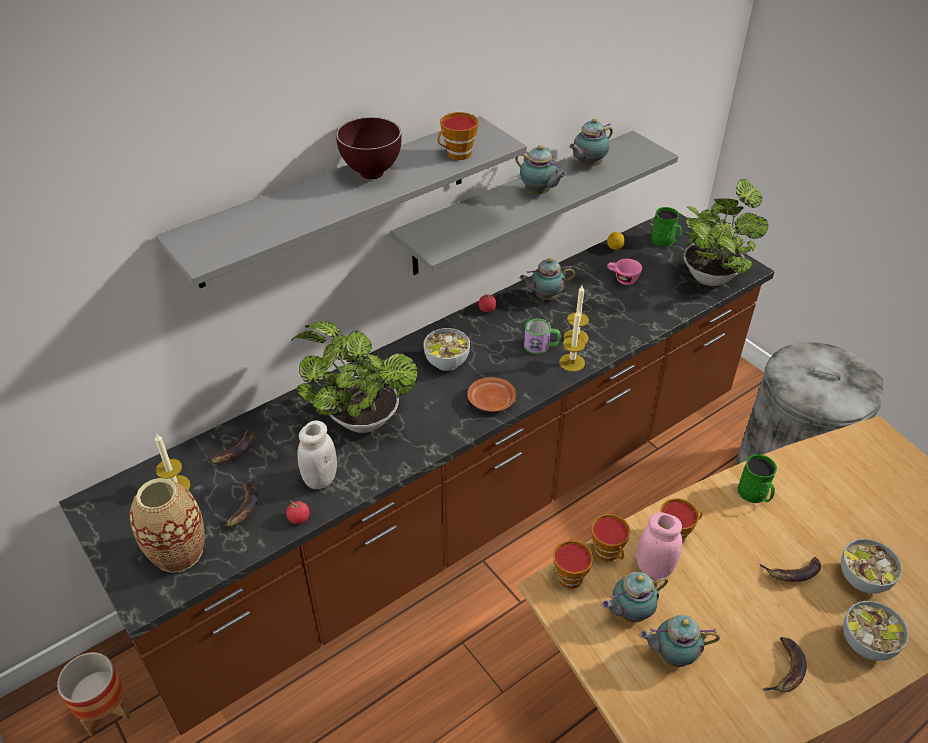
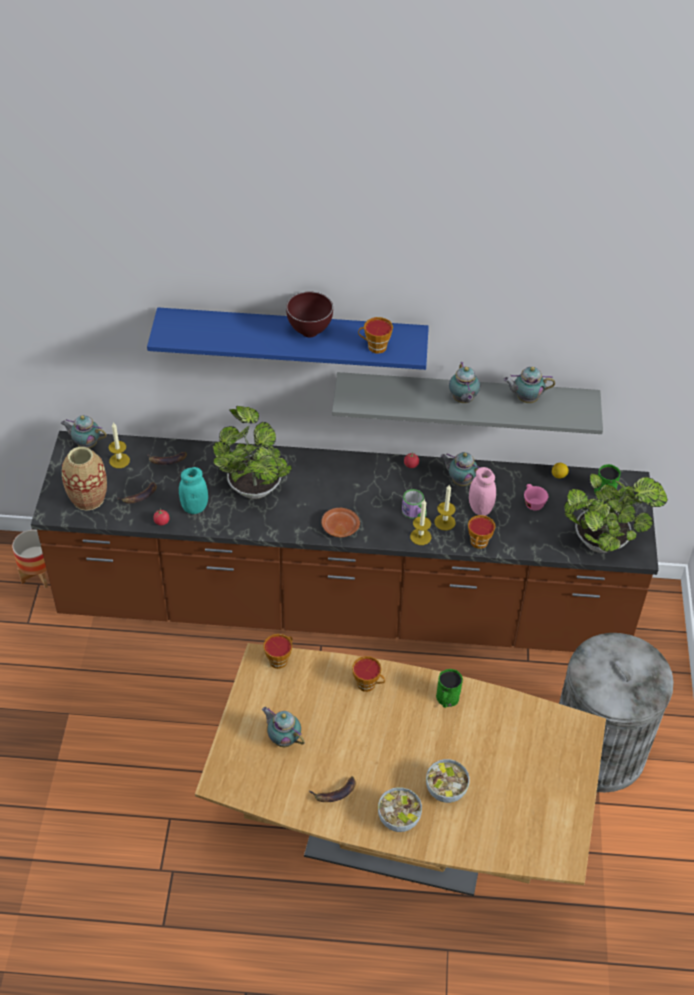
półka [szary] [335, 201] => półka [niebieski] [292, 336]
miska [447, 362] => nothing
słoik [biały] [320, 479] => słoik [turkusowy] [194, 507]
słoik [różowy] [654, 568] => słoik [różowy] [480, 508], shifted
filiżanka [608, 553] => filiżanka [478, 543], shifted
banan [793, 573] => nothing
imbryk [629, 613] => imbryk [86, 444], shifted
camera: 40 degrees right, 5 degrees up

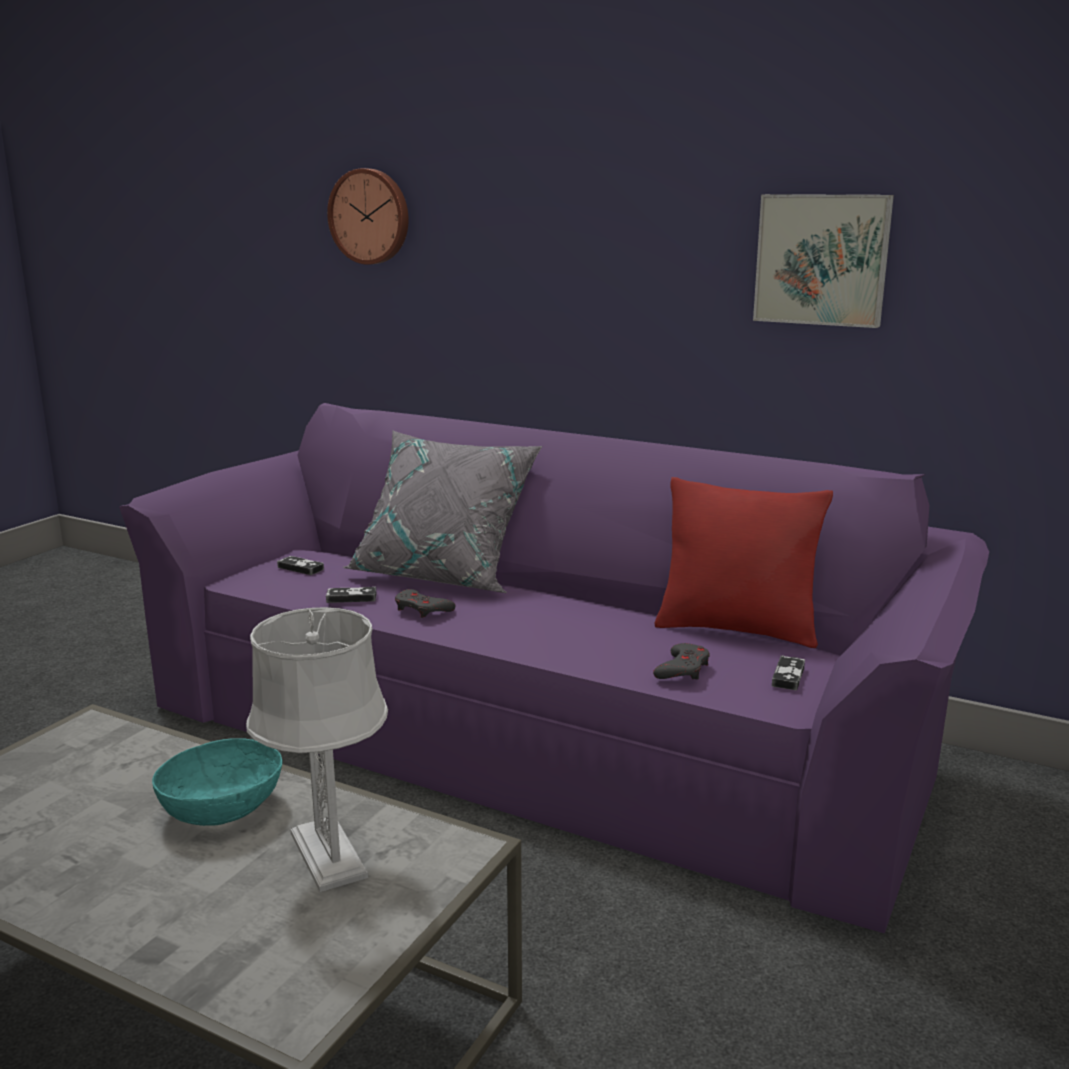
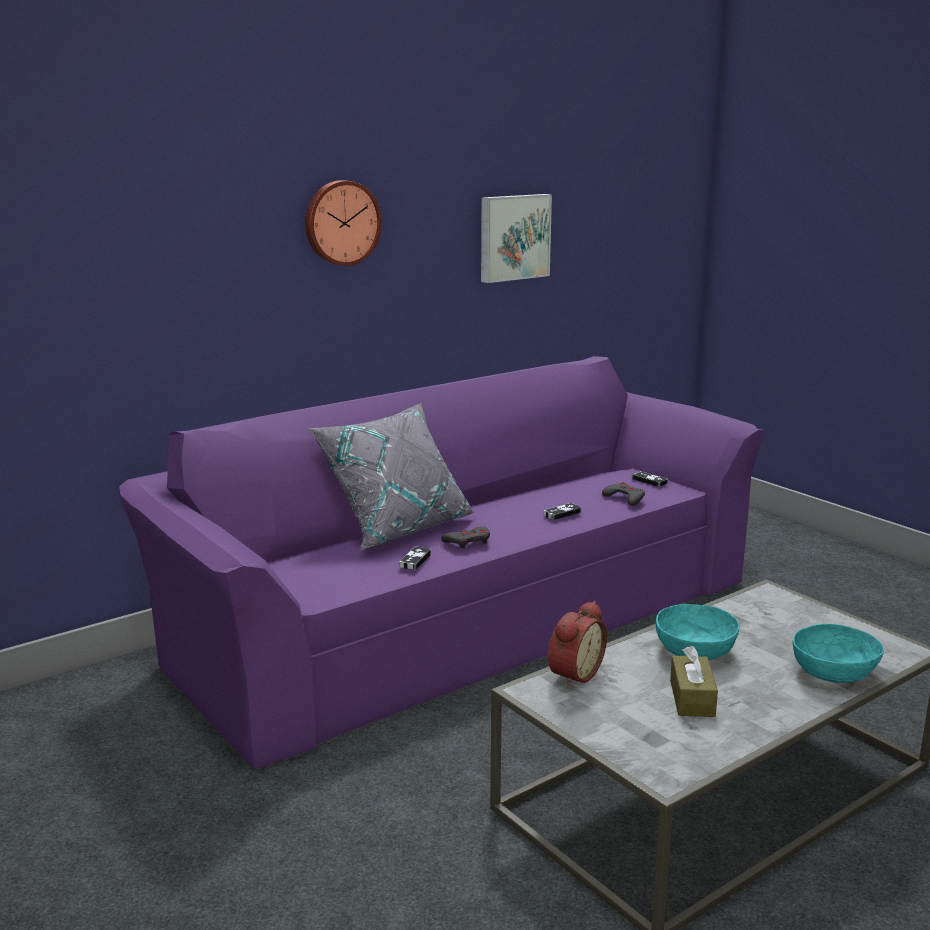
zegar ścienny [370, 216] => zegar ścienny [341, 223], shifted
poduszka [czerwony] [737, 629] => nothing
pad do gier [300, 568] => pad do gier [562, 514], shifted
lampa stołowa [szary] [327, 854] => nothing
nothing => budzik [572, 674]
nothing => miska [turkusowy] [834, 673]
nothing => pudełko chusteczek [brązowy] [692, 698]
camera: 65 degrees left, 0 degrees up

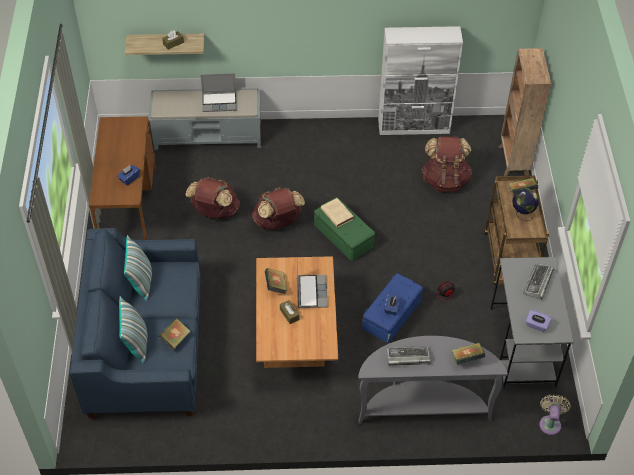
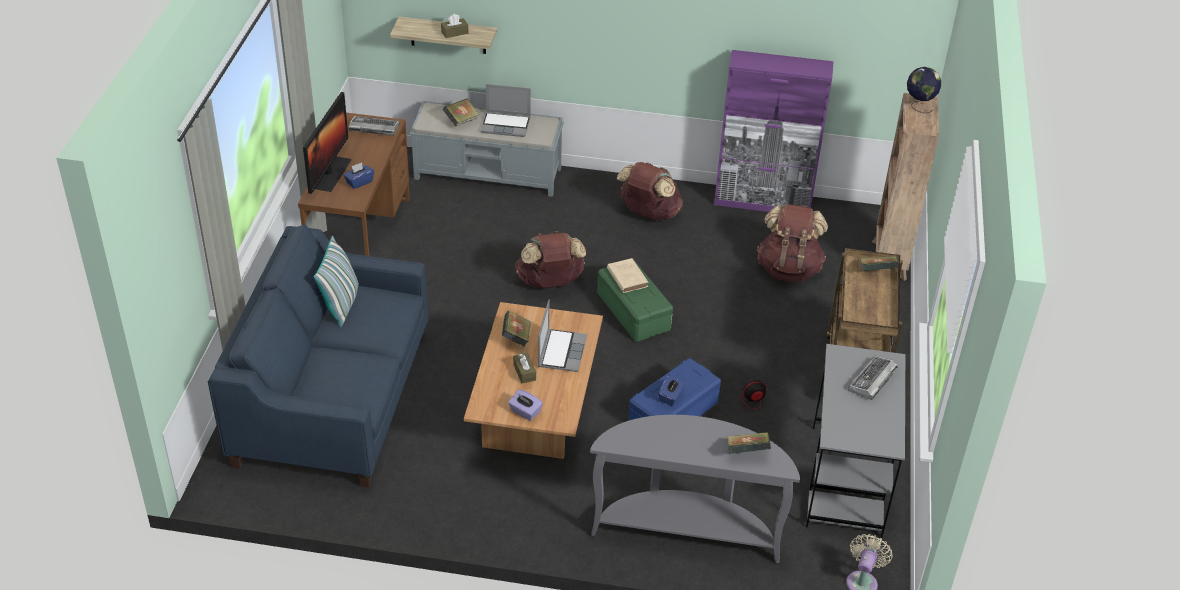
szafka [biały] [414, 126] => szafka [fioletowy] [763, 202]
plecak [brązowy] [215, 212] => plecak [brązowy] [649, 214], shifted
globus [522, 214] => globus [919, 105], shifted
poduszka [136, 343] => nothing
pudełko chusteczek [fioletowy] [536, 325] => pudełko chusteczek [fioletowy] [525, 412], shifted
książka [175, 339] => książka [461, 121], shifted
klawiatura [407, 357] => klawiatura [373, 129], shifted
nothing => monitor [329, 173]
camera: 10 degrees right, 10 degrees down

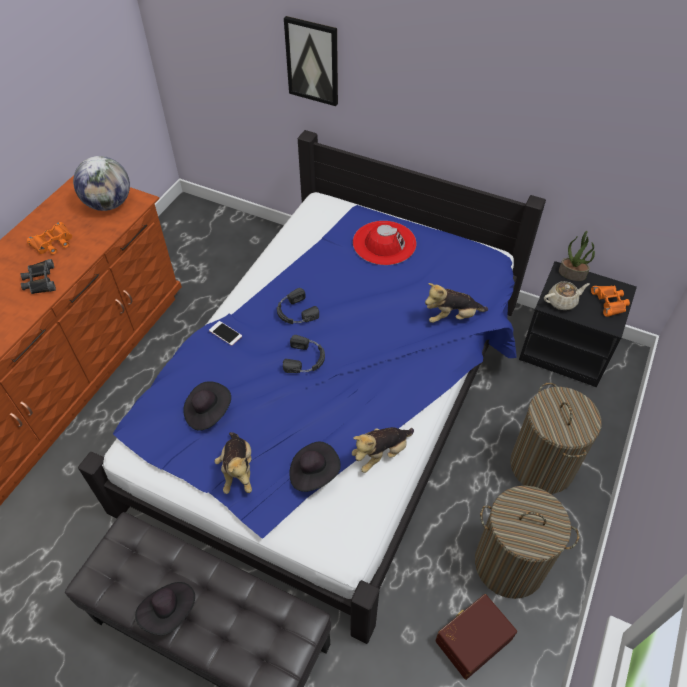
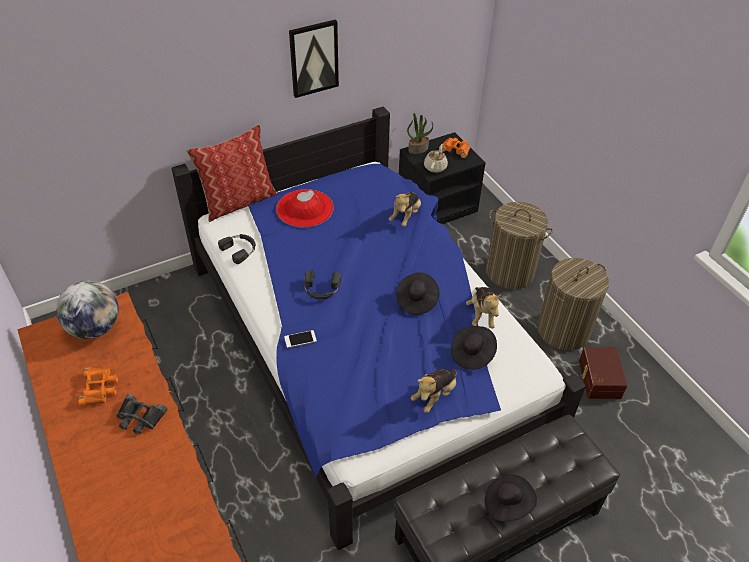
obraz [312, 61] => obraz [313, 58], shifted
słuchawki [czarny] [305, 359] => słuchawki [czarny] [240, 249], shifted
kapelusz [czarny] [208, 412] => kapelusz [czarny] [416, 300], shifted
pluszak [238, 470] => pluszak [435, 395], 105 degrees clockwise
nothing => poduszka [238, 201]
camera: 55 degrees left, 5 degrees down

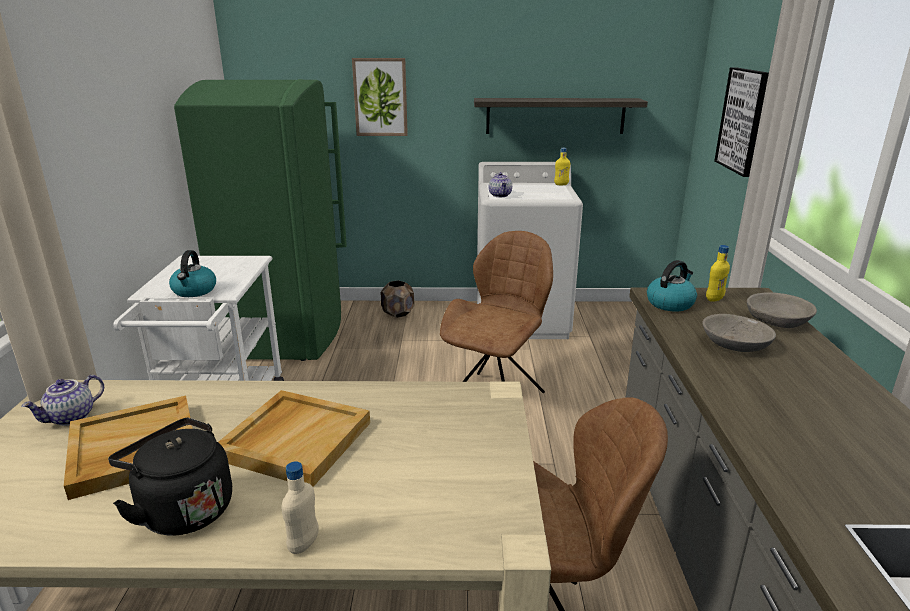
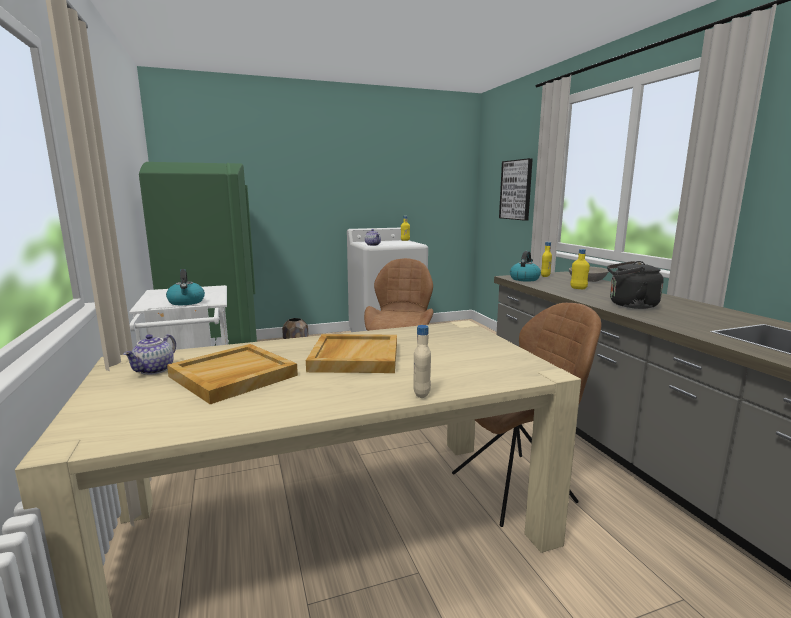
obraz [380, 97] => nothing
półka [555, 116] => nothing
miska [szary] [734, 345] => butelka [żółty] [578, 288]
czajnik [czarny] [183, 509] => czajnik [czarny] [629, 305], shifted
camera: 20 degrees left, 10 degrees down

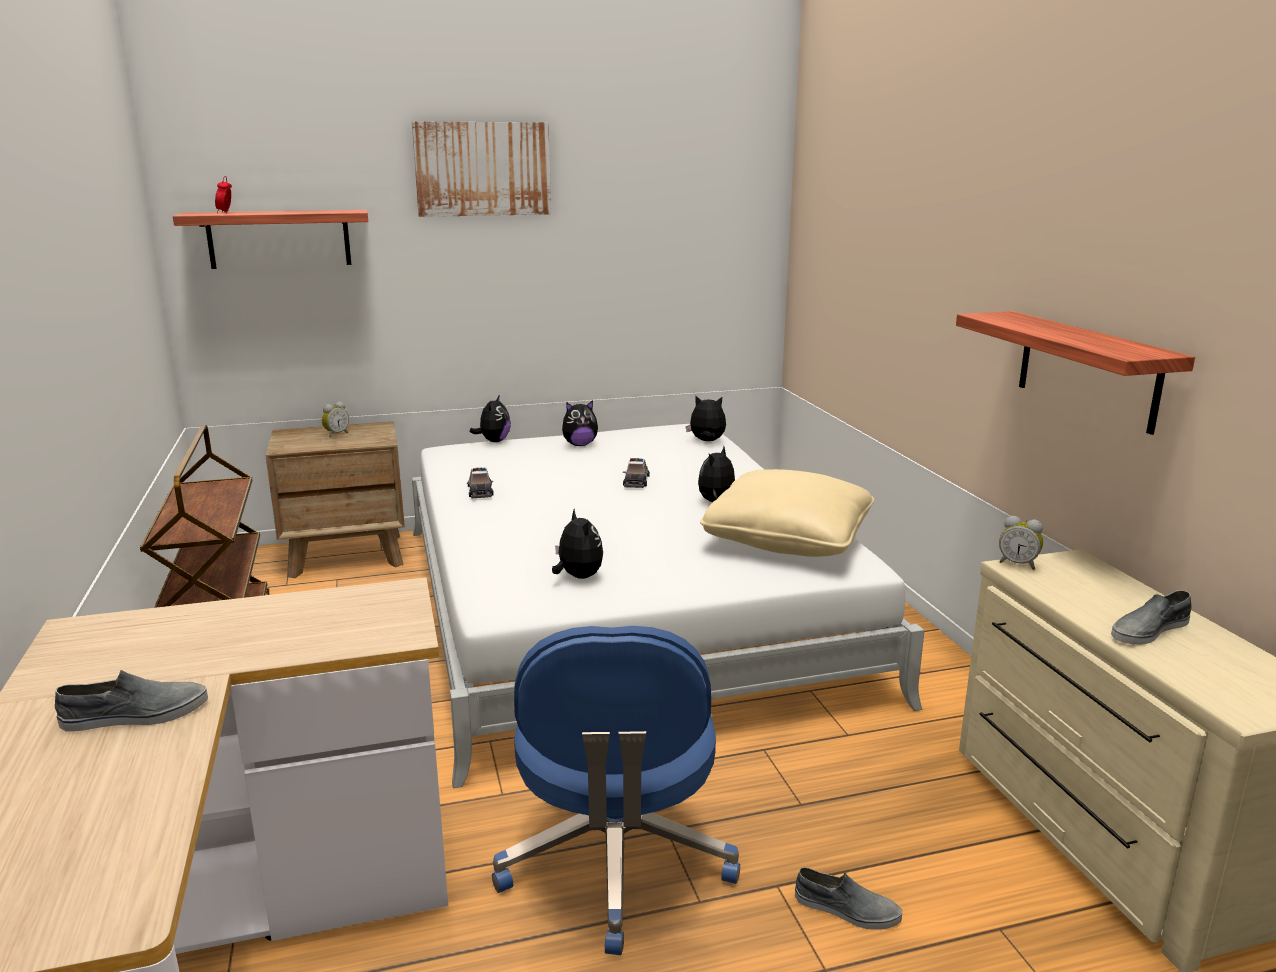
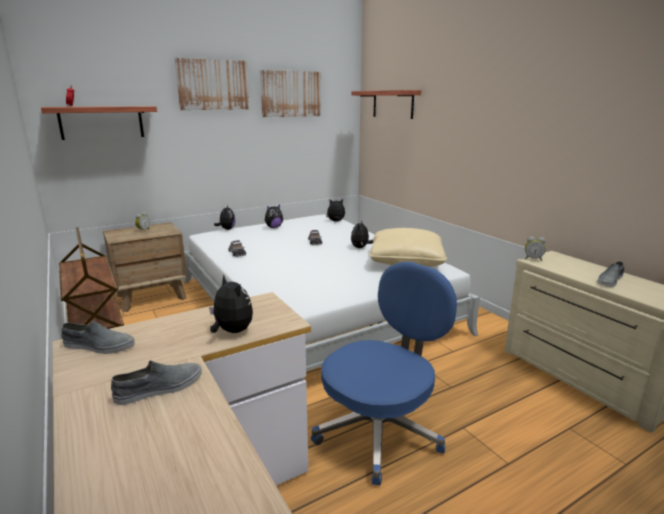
półka [1087, 370] => półka [393, 104], shifted
pluszak [577, 576] => pluszak [231, 331], shifted
krzesło biurowe [niebieski] [615, 862] => krzesło biurowe [niebieski] [380, 431], 120 degrees counterclockwise
but [szary] [846, 909] => but [szary] [98, 346], shifted
nothing => obraz [291, 94]
camera: 15 degrees left, 0 degrees up

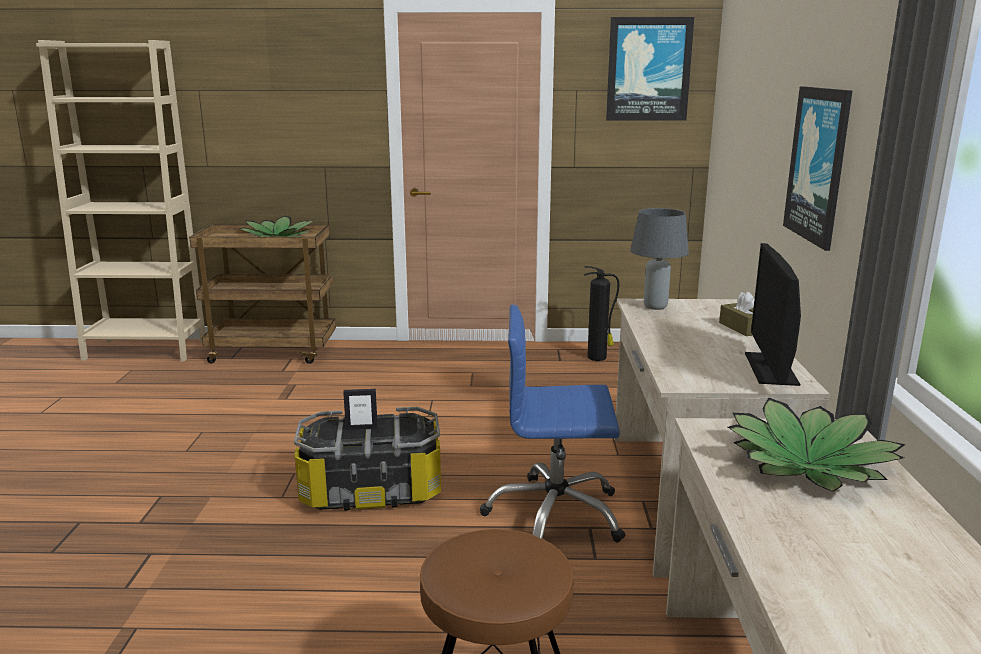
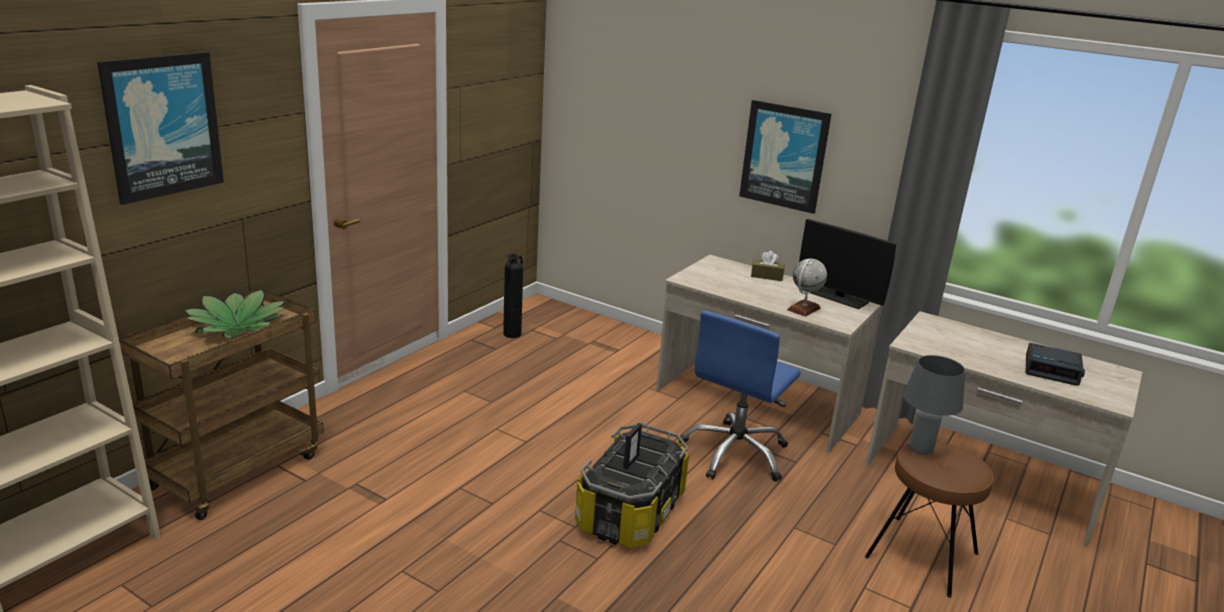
obraz [648, 69] => obraz [162, 126], shifted
lampa stołowa [szary] [654, 307] => lampa stołowa [szary] [920, 450], shifted
roślina doniczkowa [808, 464] => nothing
nothing => globus [804, 309]
nothing => budzik [1052, 370]
camera: 60 degrees left, 5 degrees up

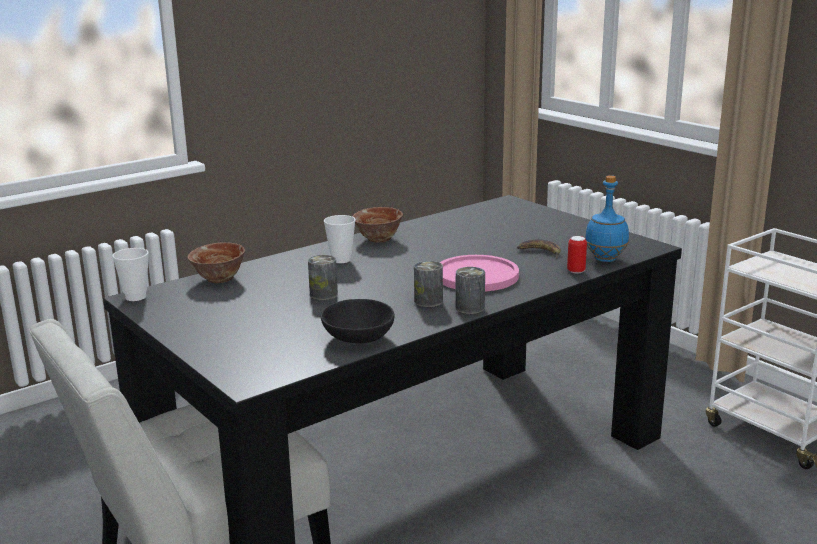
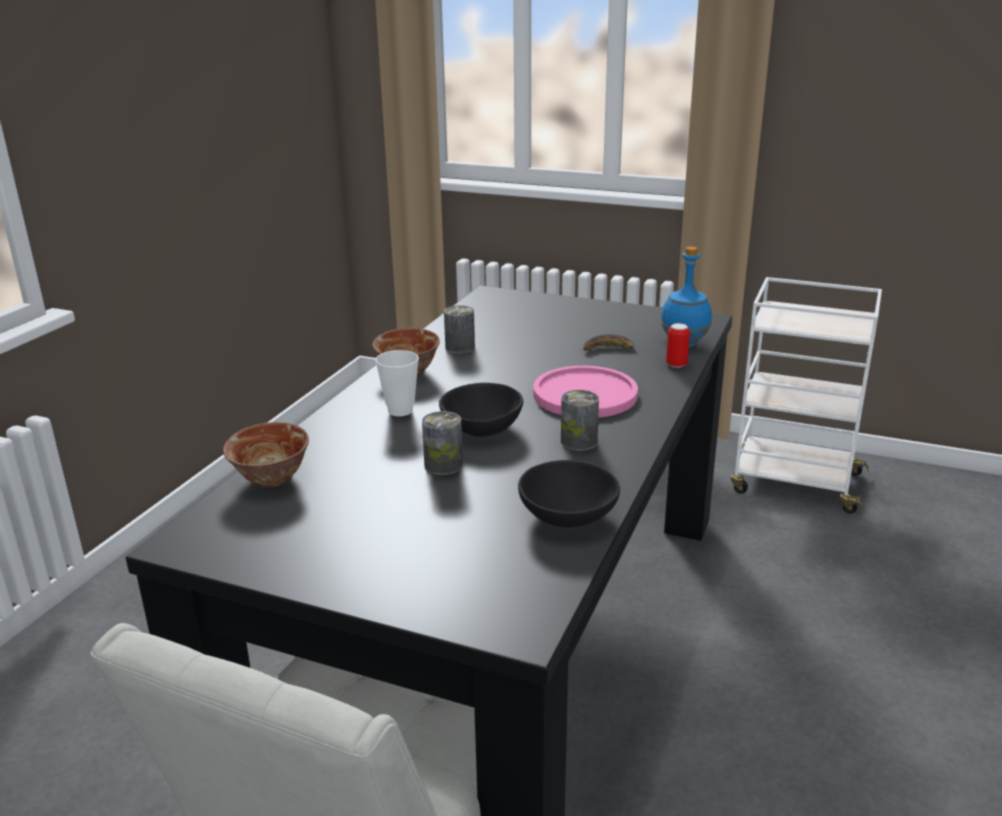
filiżanka [136, 297] => nothing
puszka [470, 308] => puszka [460, 347], shifted
nothing => miska [czarny] [481, 427]
camera: 30 degrees left, 5 degrees up

